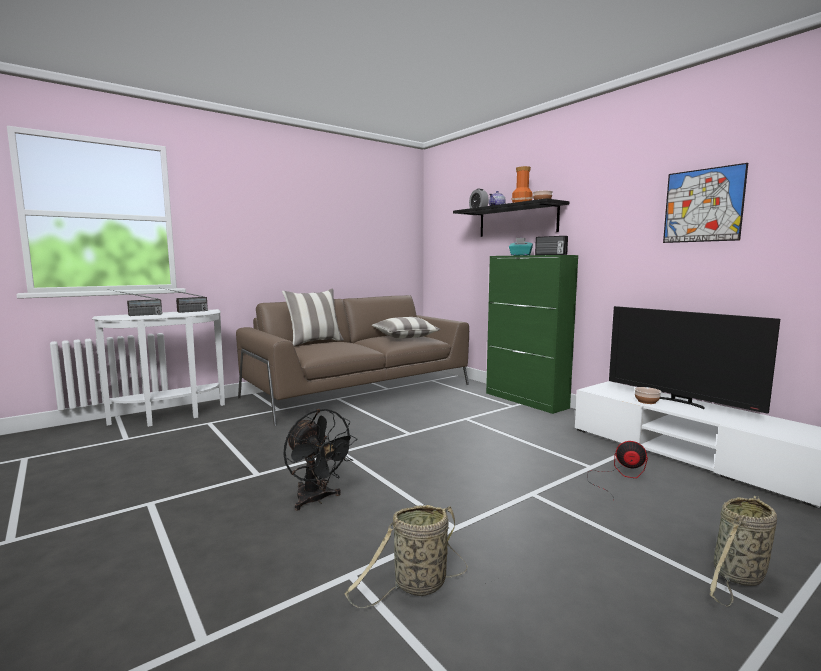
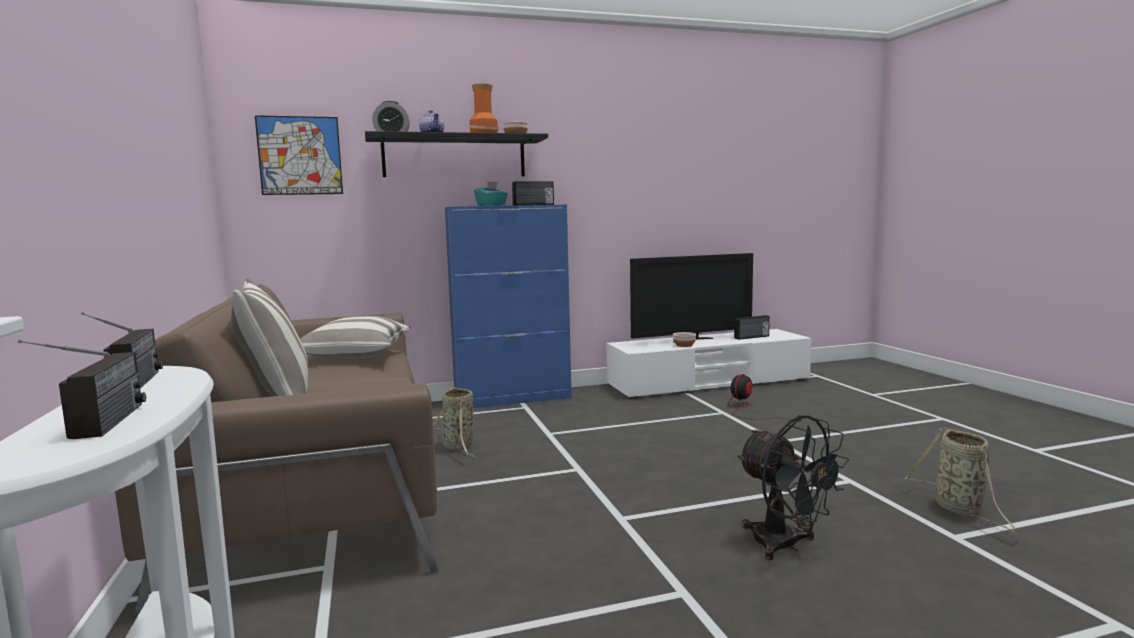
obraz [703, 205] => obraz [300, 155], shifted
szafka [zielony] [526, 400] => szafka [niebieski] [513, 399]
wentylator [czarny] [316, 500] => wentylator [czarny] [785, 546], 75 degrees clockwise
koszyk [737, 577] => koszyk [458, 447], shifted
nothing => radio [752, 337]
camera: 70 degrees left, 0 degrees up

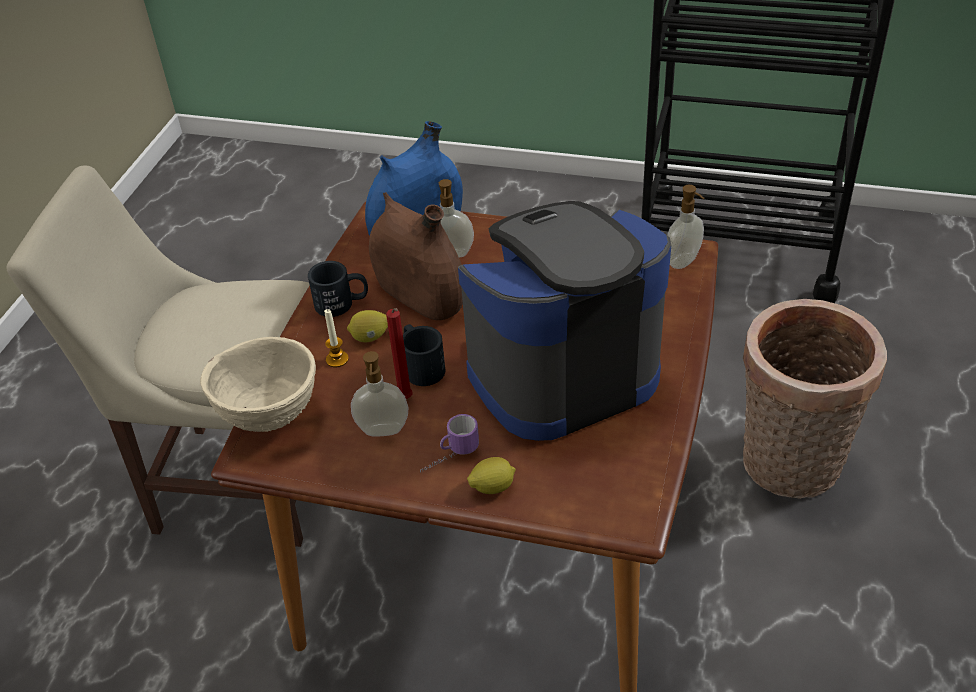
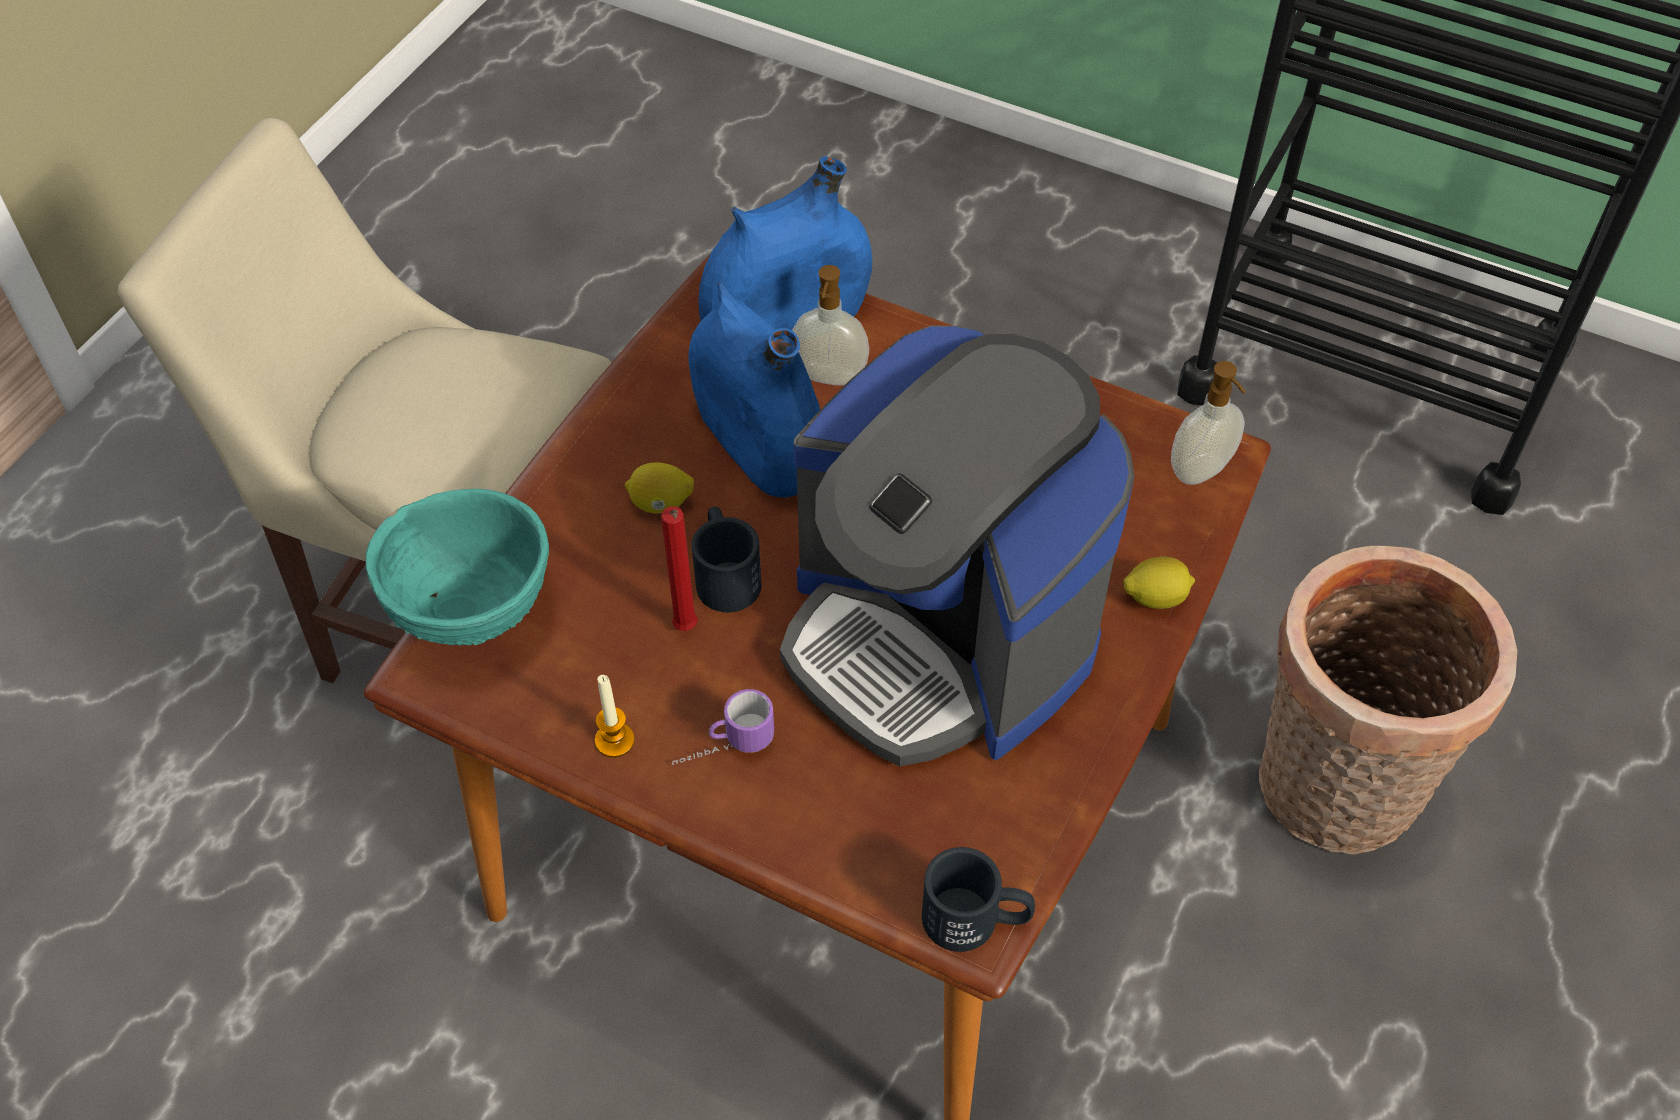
wazon [brązowy] [420, 296] => wazon [niebieski] [758, 444]
ekspres do kawy [561, 373] => ekspres do kawy [940, 637], 120 degrees counterclockwise
kubek [czarny] [342, 303] => kubek [czarny] [976, 920], shifted
świeca [337, 359] => świeca [614, 740], shifted
miska [beżowy] [270, 417] => miska [turkusowy] [474, 613]
dozownik mydła [383, 431] => nothing
cytryna [492, 487] => cytryna [1155, 597], shifted
camera: 10 degrees right, 10 degrees up

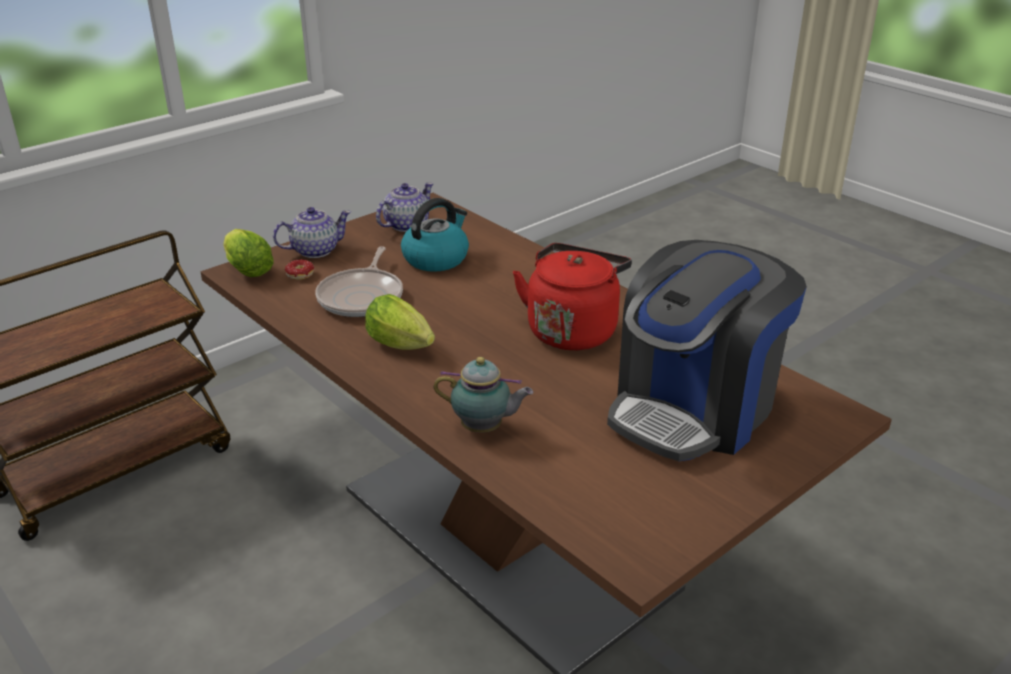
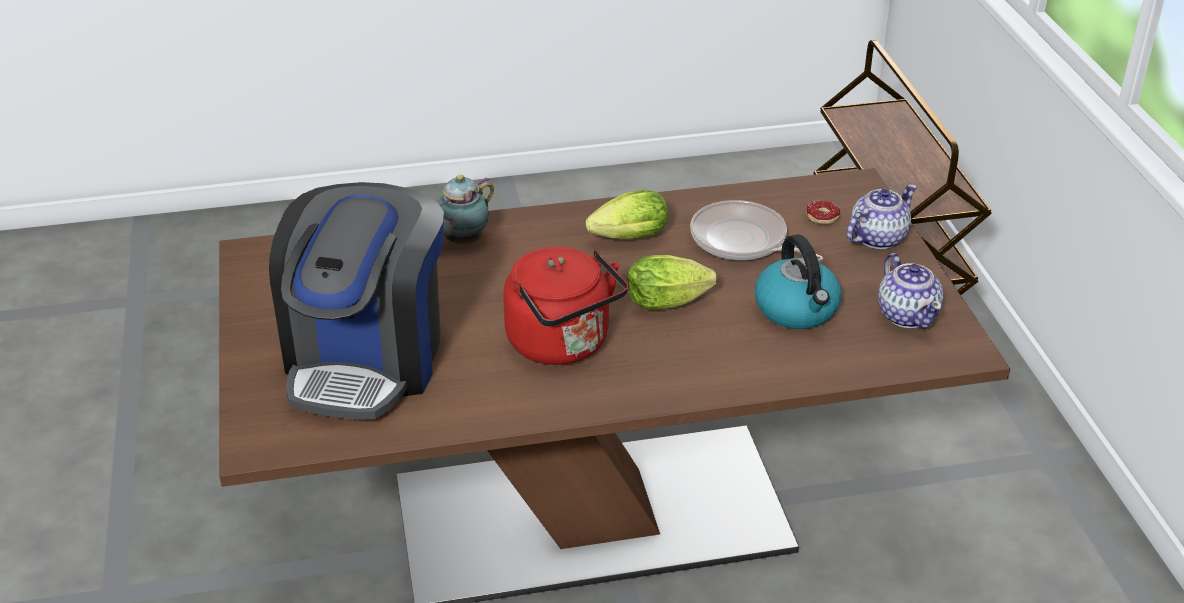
imbryk [314, 250] => imbryk [877, 238], 135 degrees counterclockwise
sałata [247, 269] => sałata [671, 302], shifted
ekspres do kawy [694, 409] => ekspres do kawy [367, 359], 150 degrees counterclockwise
camera: 120 degrees right, 5 degrees up

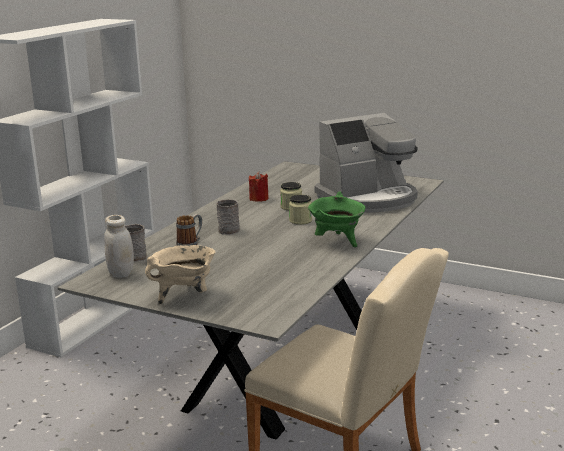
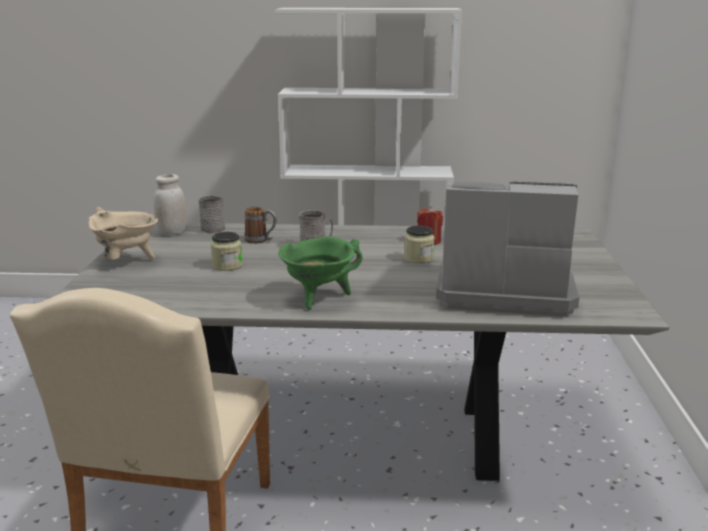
ekspres do kawy [368, 199] => ekspres do kawy [502, 291], 150 degrees clockwise
słoik [300, 220] => słoik [227, 266], shifted
camera: 65 degrees right, 0 degrees up

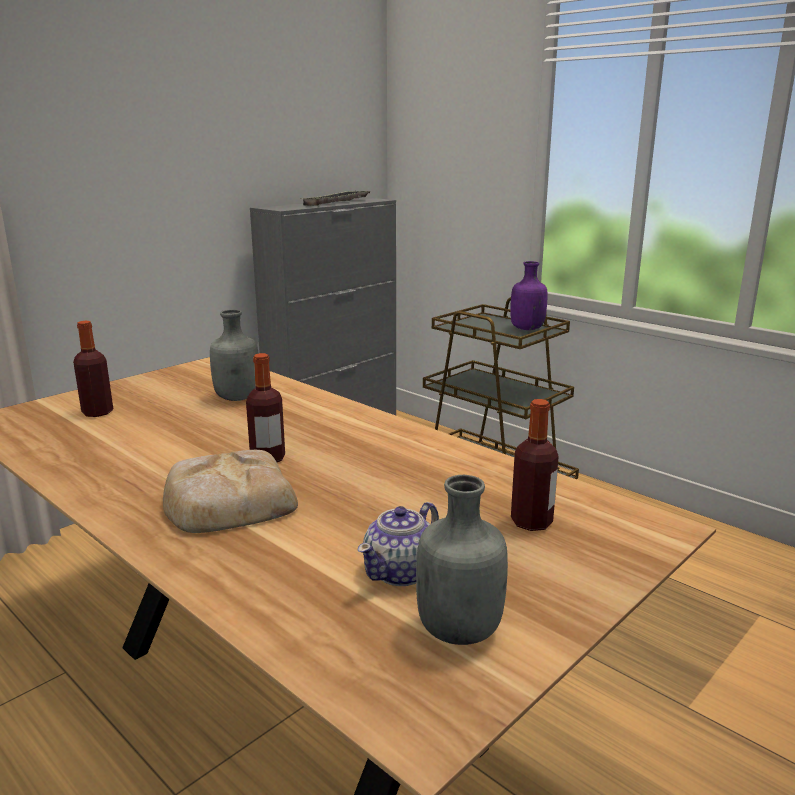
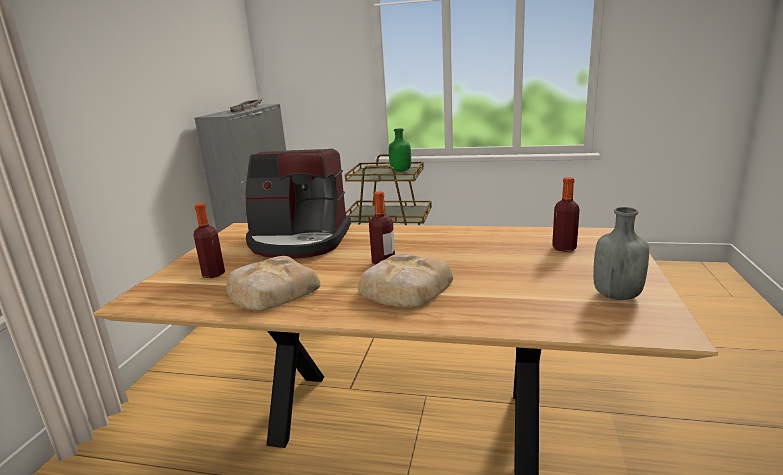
butelka [fioletowy] [526, 328] => butelka [zielony] [400, 171]
butelka [szary] [239, 398] => ekspres do kawy [299, 241]
imbryk [401, 572] => nothing
nothing => chleb [271, 290]
camera: 30 degrees left, 0 degrees up

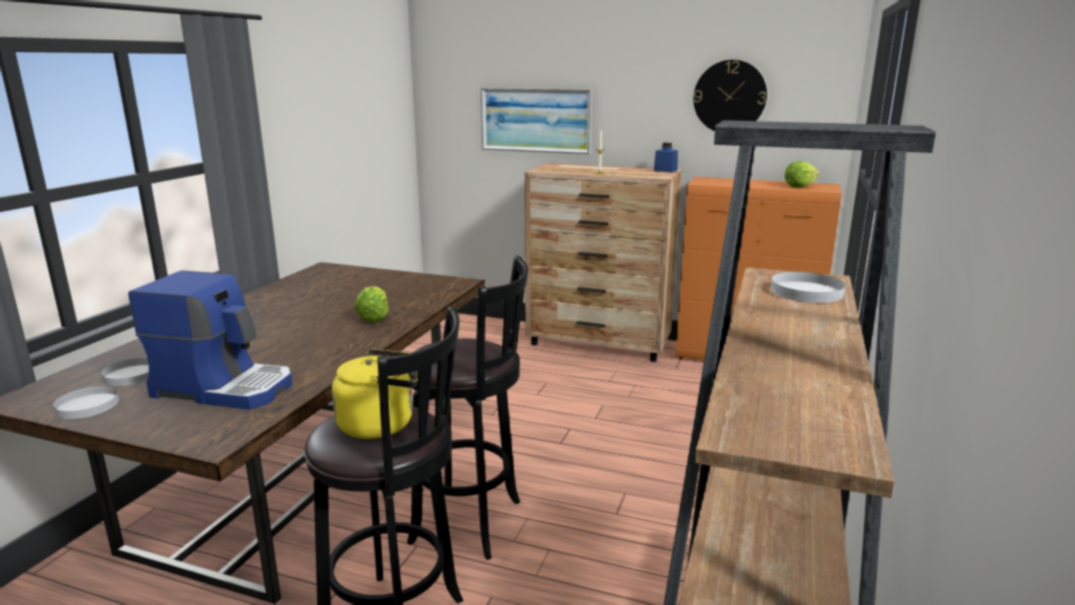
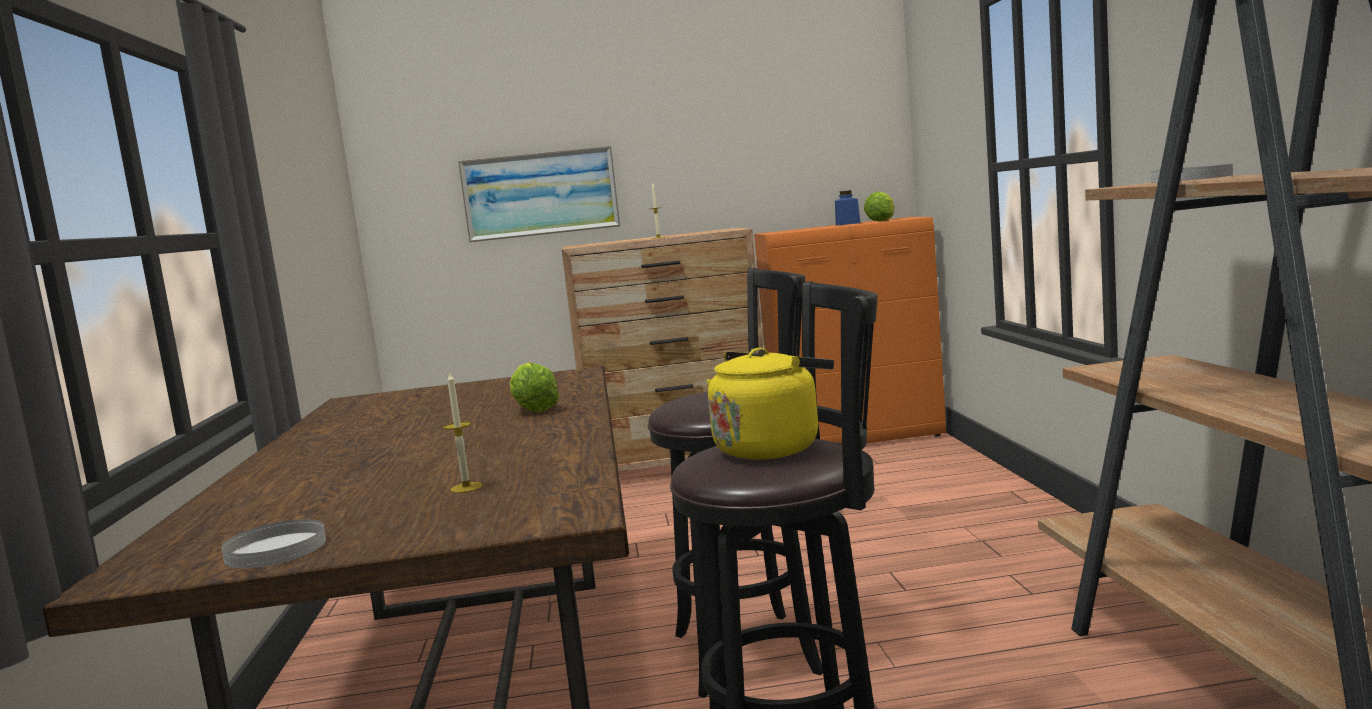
zegar ścienny [729, 97] => nothing
słoik [niebieski] [665, 170] => słoik [niebieski] [848, 224], shifted
ekspres do kawy [225, 387] => świeca [466, 487]
talerz [biały] [131, 375] => nothing
camera: 25 degrees left, 10 degrees down

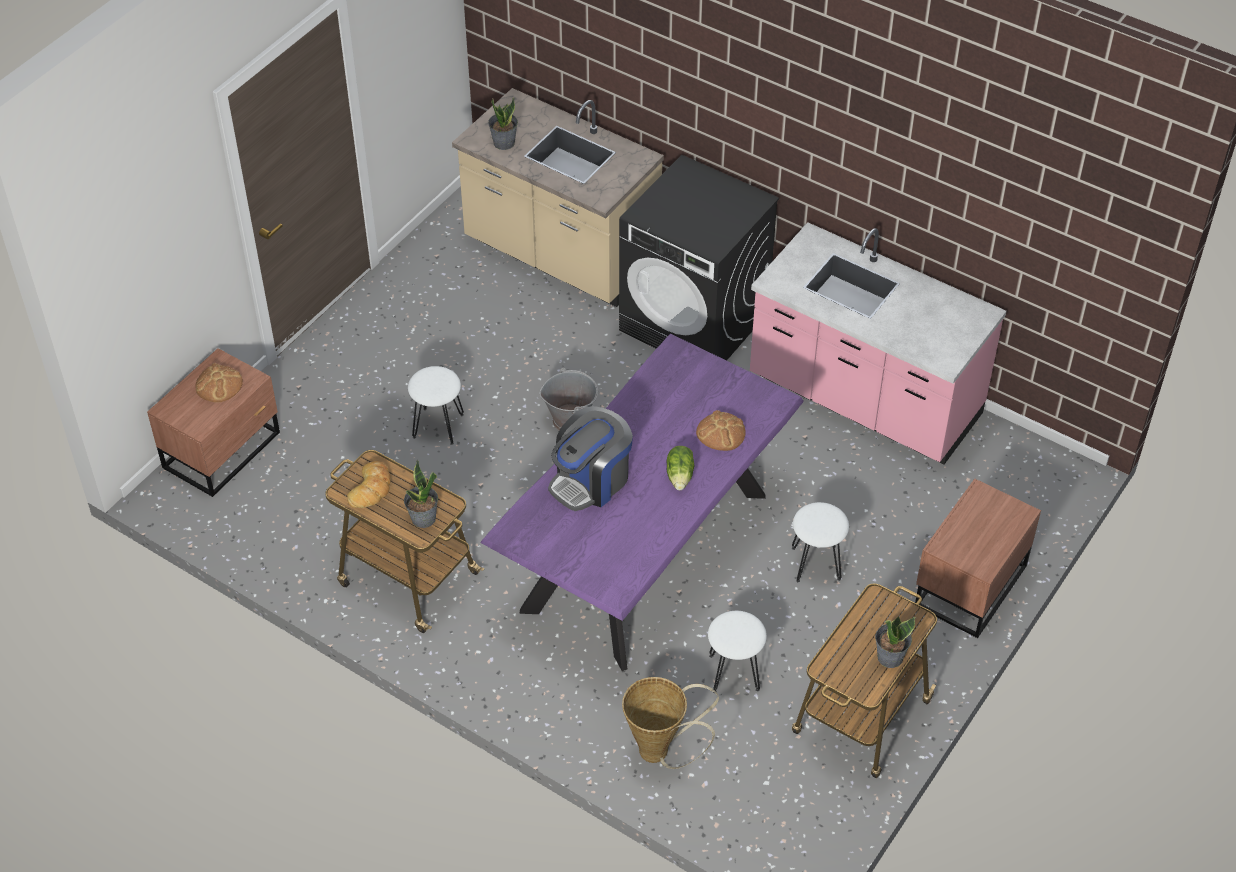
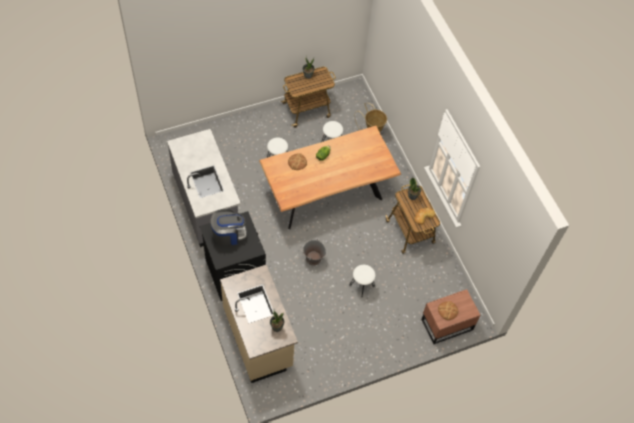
zabudowa kuchenna [różowy] [864, 399] => zabudowa kuchenna [szary] [206, 204]
stół jadalny [fioletowy] [645, 552] => stół jadalny [brązowy] [327, 194]
ekspres do kawy [591, 480] => ekspres do kawy [228, 234], shifted
szafka nocna [brązowy] [968, 586] => nothing
camera: 150 degrees left, 10 degrees up

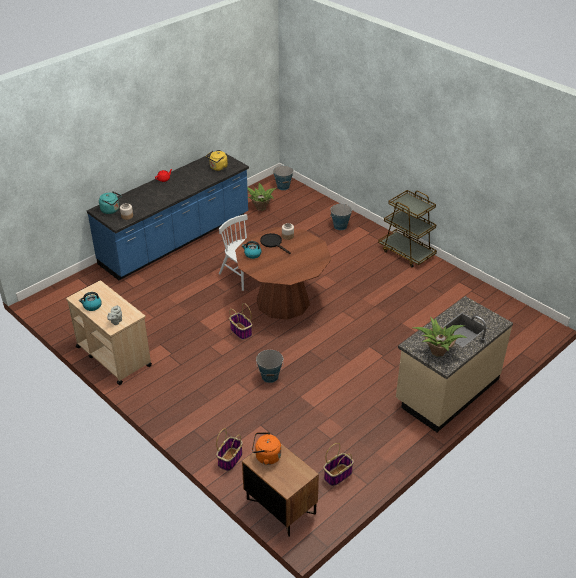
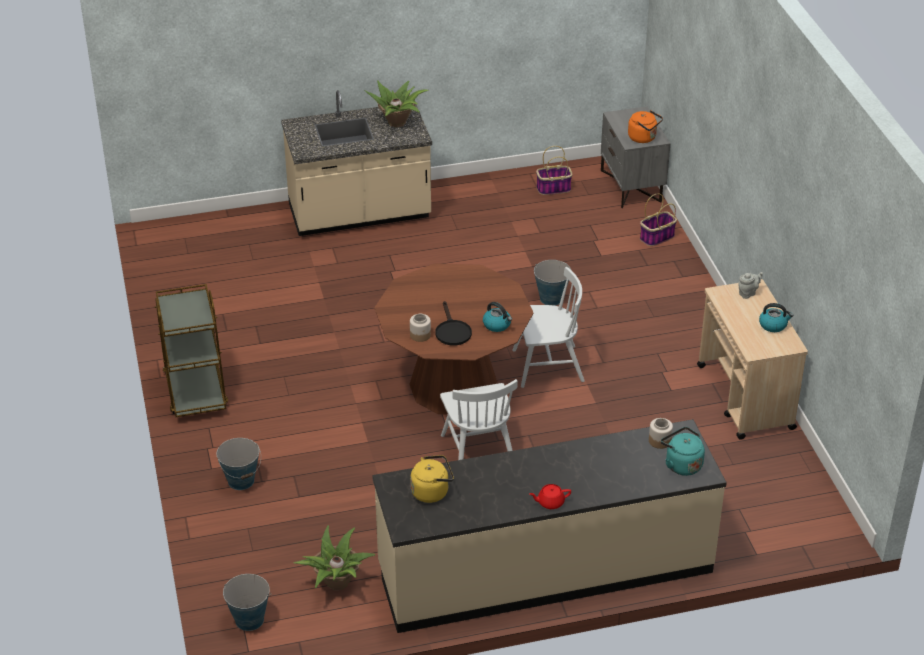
zabudowa kuchenna [niebieski] [176, 240] => zabudowa kuchenna [beżowy] [545, 569]
koszyk [240, 331] => krzesło [biały] [547, 366]
szafka nocna [brązowy] [280, 507] => szafka nocna [szary] [631, 186]
camera: 150 degrees left, 0 degrees up

